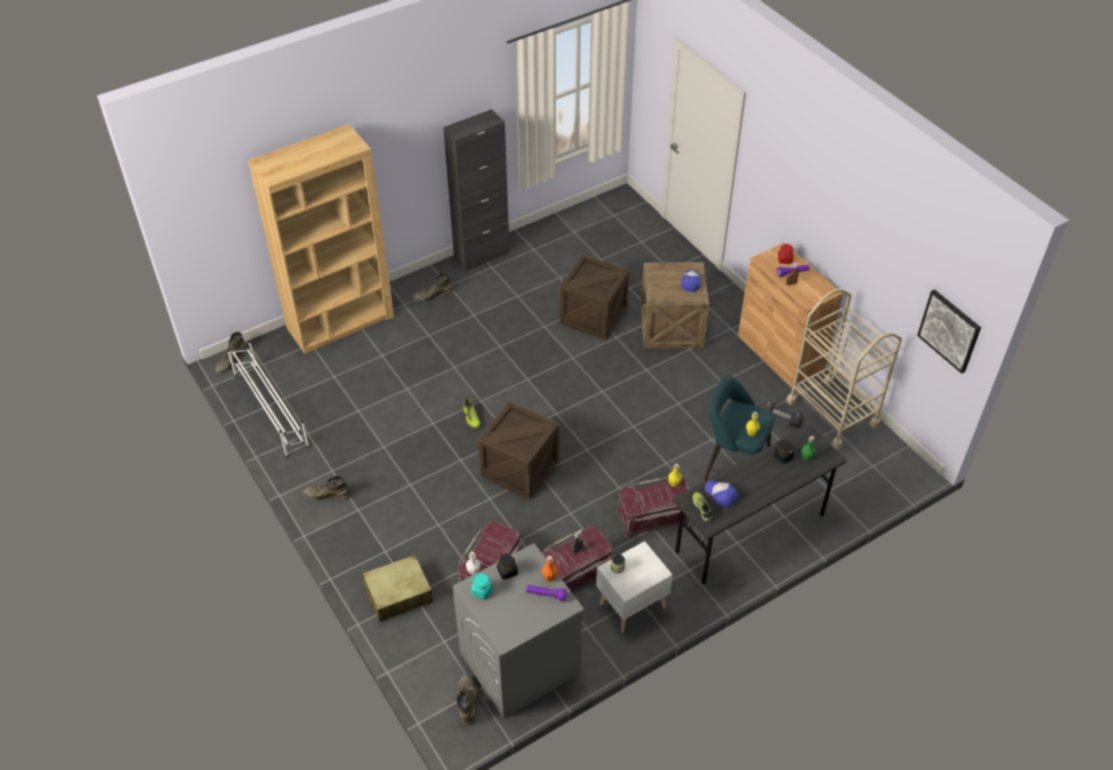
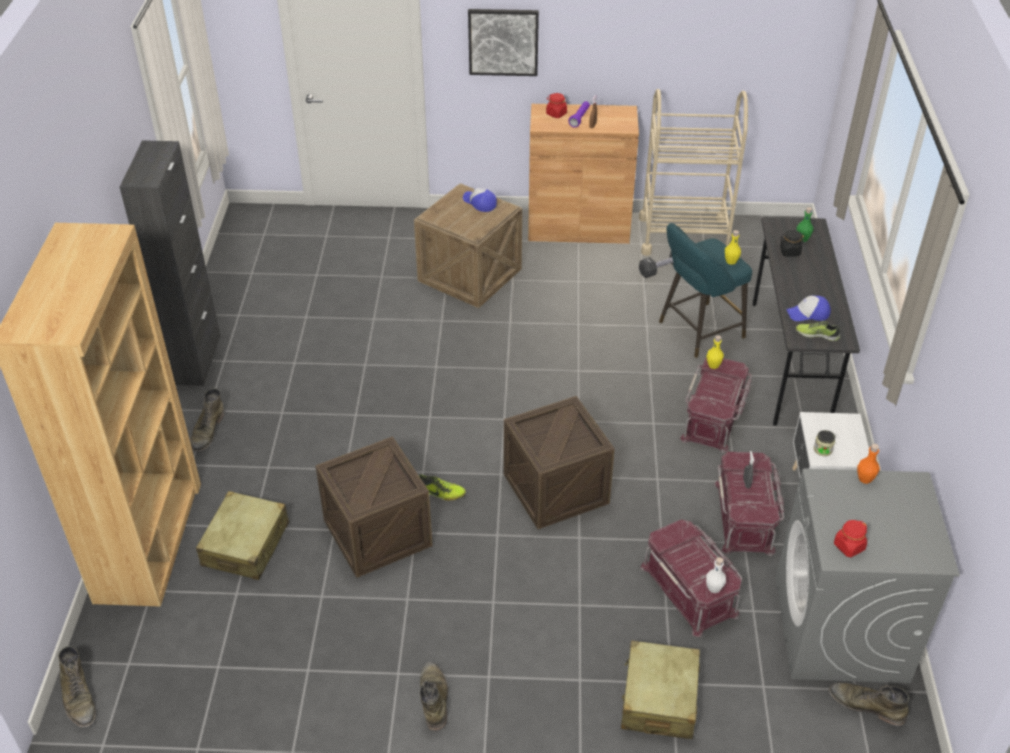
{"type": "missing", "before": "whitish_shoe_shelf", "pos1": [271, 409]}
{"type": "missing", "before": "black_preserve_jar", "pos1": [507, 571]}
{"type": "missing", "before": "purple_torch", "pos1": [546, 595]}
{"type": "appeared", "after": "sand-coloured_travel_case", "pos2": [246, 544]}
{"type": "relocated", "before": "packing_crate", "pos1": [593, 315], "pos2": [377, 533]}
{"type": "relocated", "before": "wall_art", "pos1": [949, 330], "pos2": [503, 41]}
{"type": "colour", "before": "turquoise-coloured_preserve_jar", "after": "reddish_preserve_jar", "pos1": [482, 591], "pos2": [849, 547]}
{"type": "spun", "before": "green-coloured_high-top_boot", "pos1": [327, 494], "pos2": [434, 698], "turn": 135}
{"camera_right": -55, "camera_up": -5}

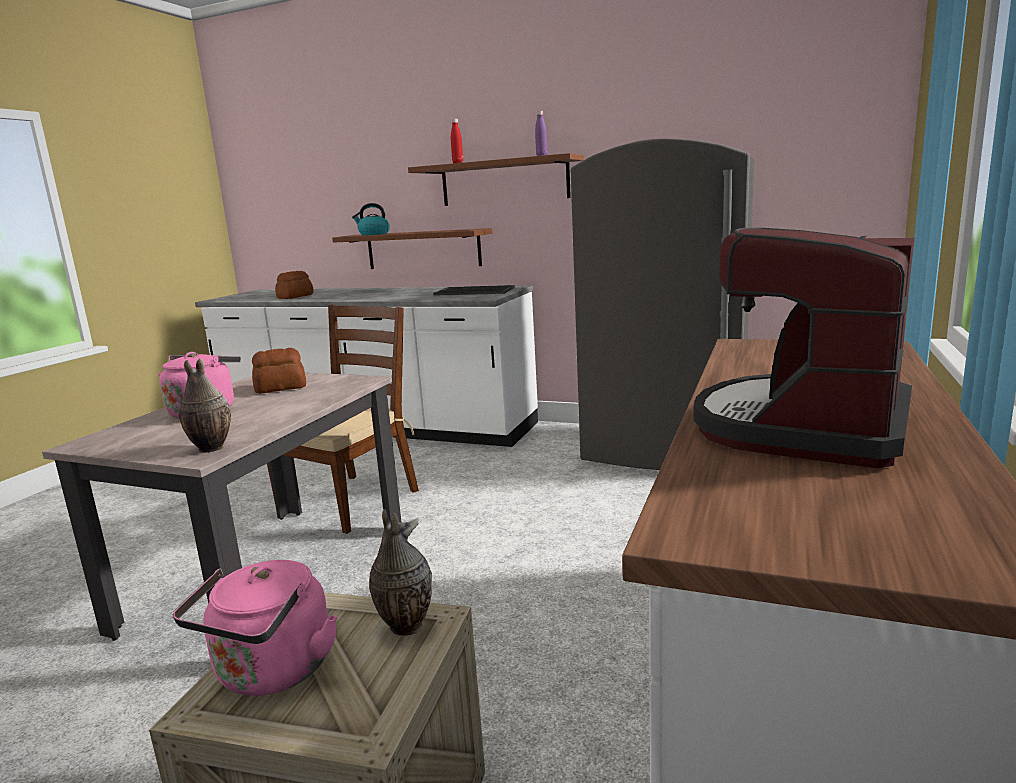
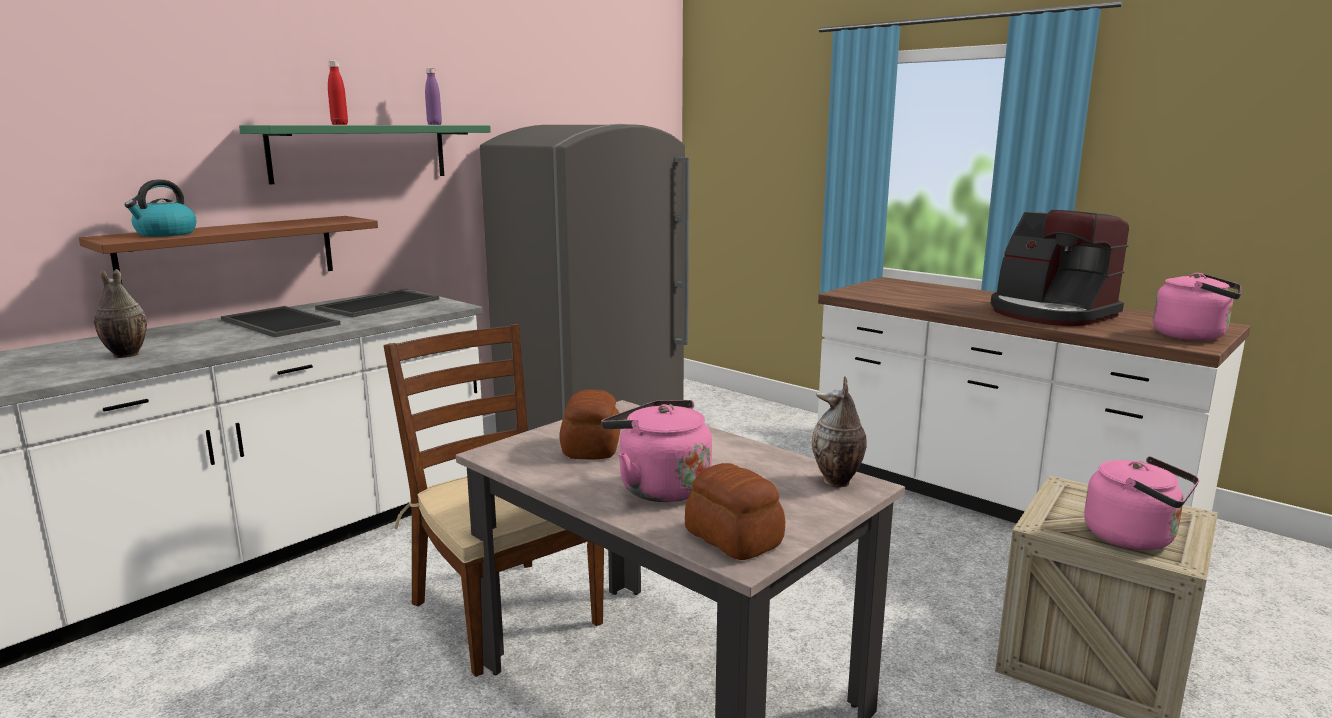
{"type": "appeared", "after": "tray", "pos2": [277, 322]}
{"type": "appeared", "after": "pinkish_tea_kettle", "pos2": [1193, 336]}
{"type": "relocated", "before": "baked_bread", "pos1": [294, 297], "pos2": [733, 539]}
{"type": "relocated", "before": "flower_vase", "pos1": [404, 626], "pos2": [124, 355]}
{"type": "colour", "before": "brown_shelf", "after": "green-coloured_shelf", "pos1": [504, 182], "pos2": [360, 152]}
{"camera_right": -70, "camera_up": 0}

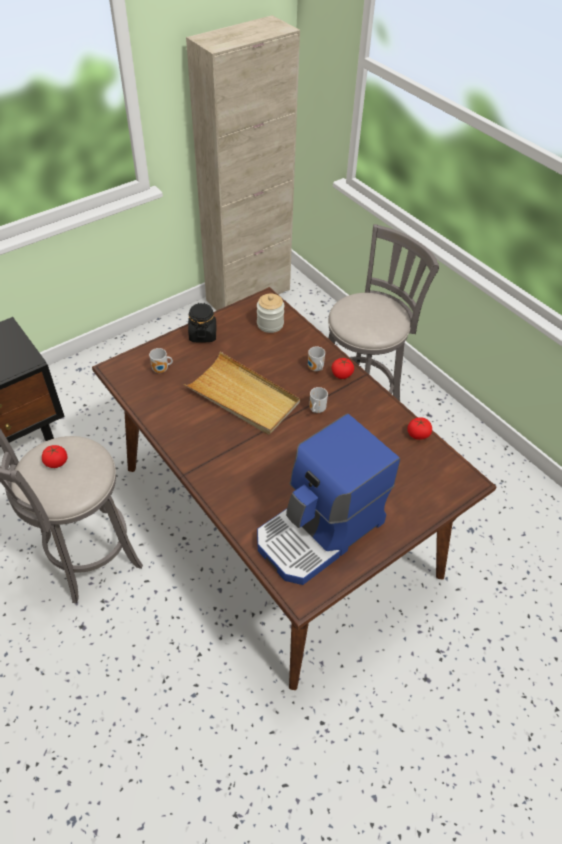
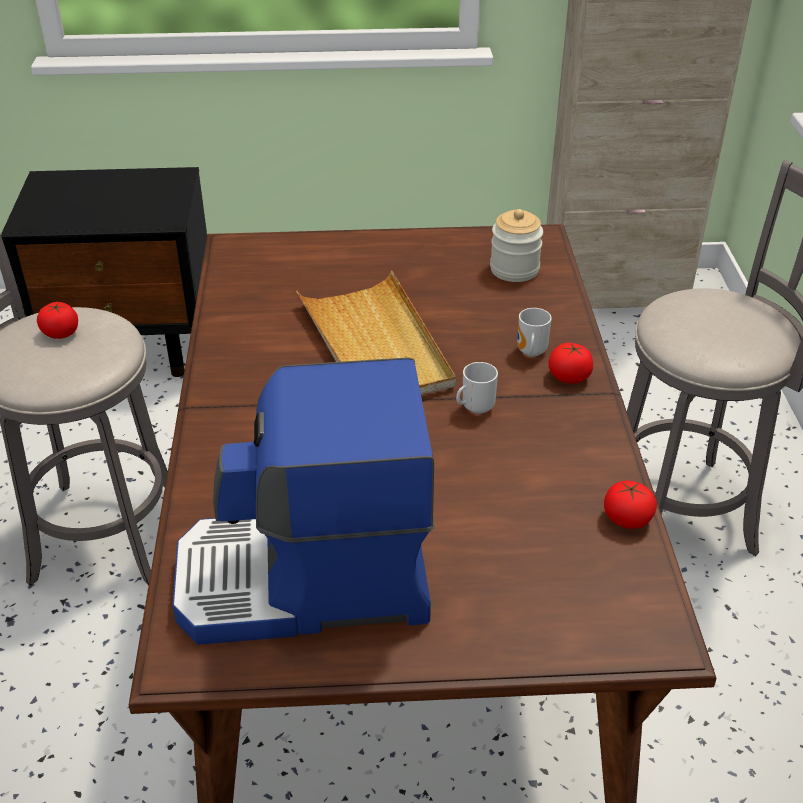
{"type": "missing", "before": "coffee_mug", "pos1": [161, 370]}
{"type": "missing", "before": "black_preserve_jar", "pos1": [203, 334]}
{"camera_right": 35, "camera_up": -10}

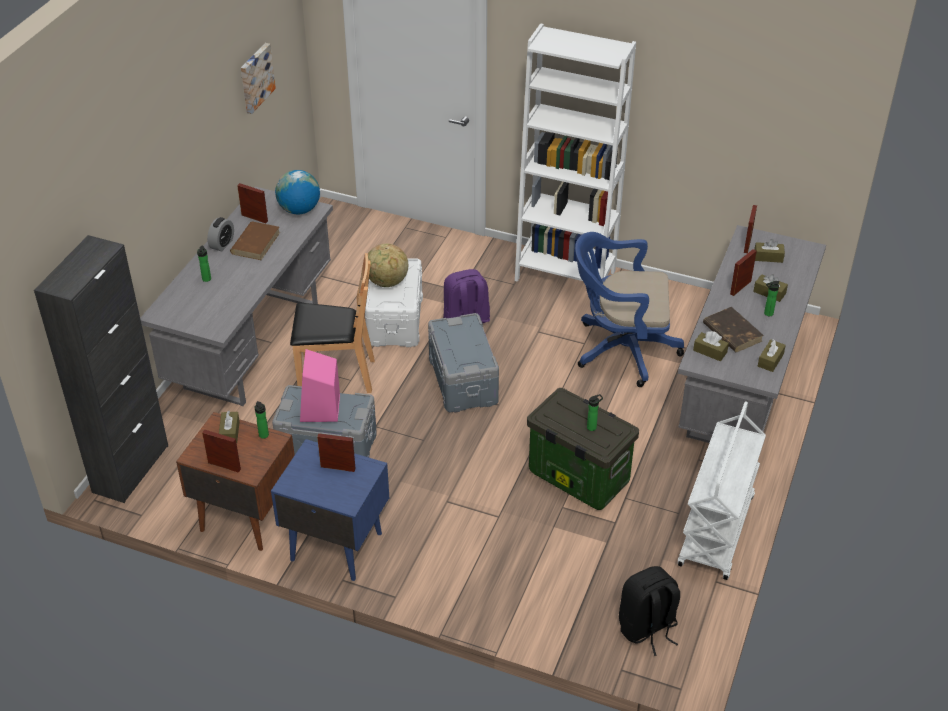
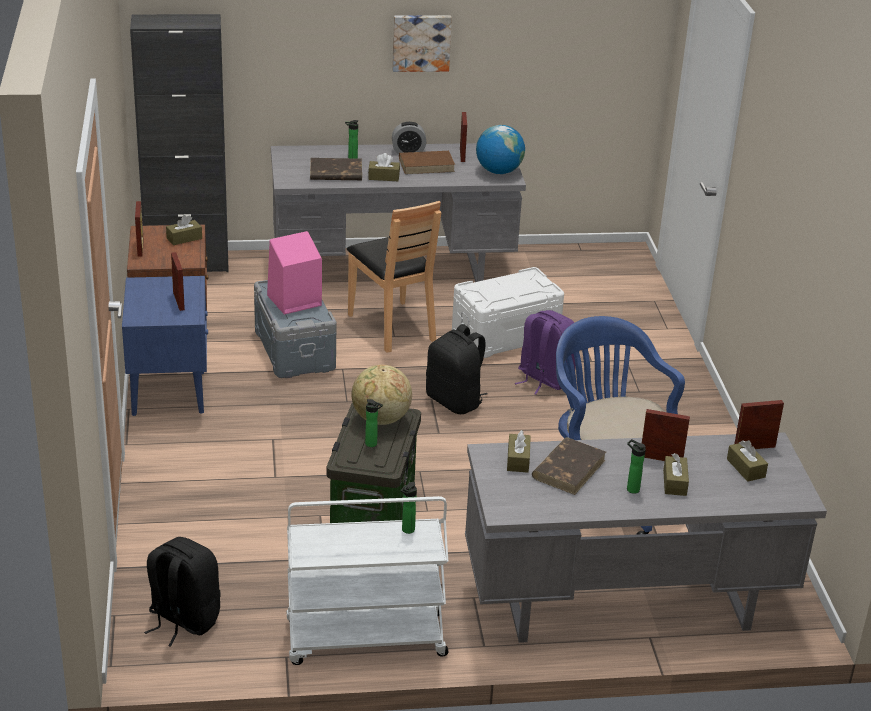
{"type": "missing", "before": "whitish_shelving_unit", "pos1": [565, 275]}
{"type": "appeared", "after": "brown_bound_book", "pos2": [335, 173]}
{"type": "relocated", "before": "wall_art", "pos1": [255, 77], "pos2": [421, 42]}
{"type": "relocated", "before": "beverage_bottle", "pos1": [264, 436], "pos2": [407, 531]}
{"type": "relocated", "before": "world_globe", "pos1": [387, 282], "pos2": [380, 419]}
{"type": "relocated", "before": "brown_box_of_tissues", "pos1": [770, 360], "pos2": [383, 177]}
{"type": "exchanged", "before": "grey_storage_container", "after": "black_backpack", "pos1": [464, 380], "pos2": [455, 401]}
{"camera_right": 60, "camera_up": -10}

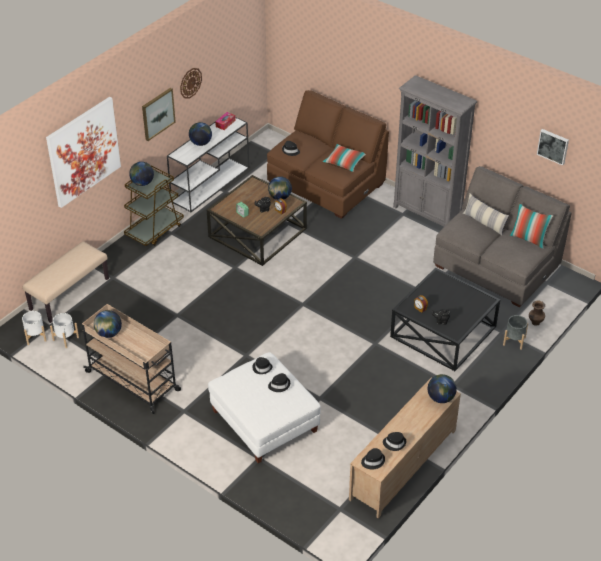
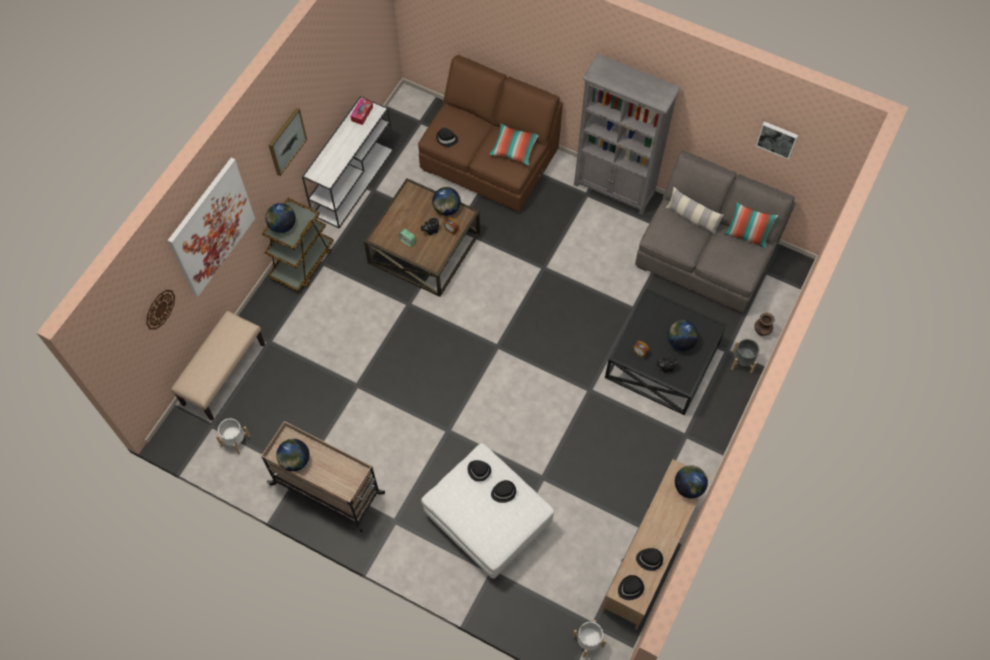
{"type": "relocated", "before": "whitish_plant_pot", "pos1": [36, 336], "pos2": [588, 641]}
{"type": "relocated", "before": "wall_clock", "pos1": [190, 83], "pos2": [159, 309]}
{"type": "relocated", "before": "world_globe", "pos1": [200, 143], "pos2": [680, 342]}
{"camera_right": -10, "camera_up": 20}

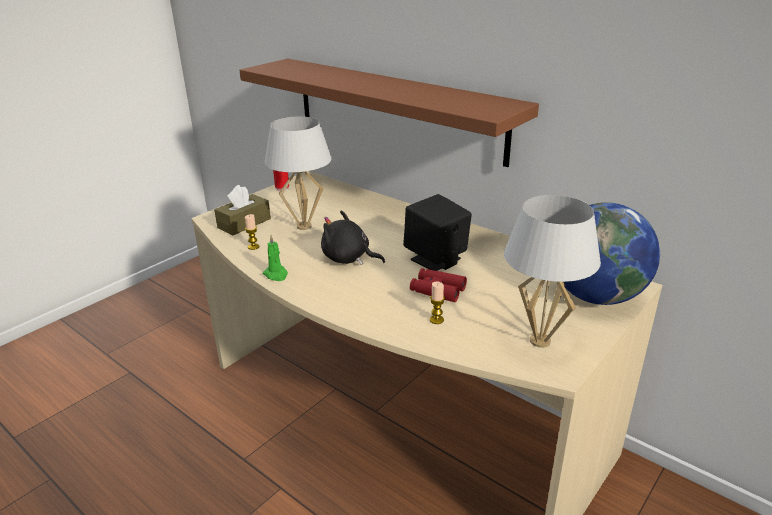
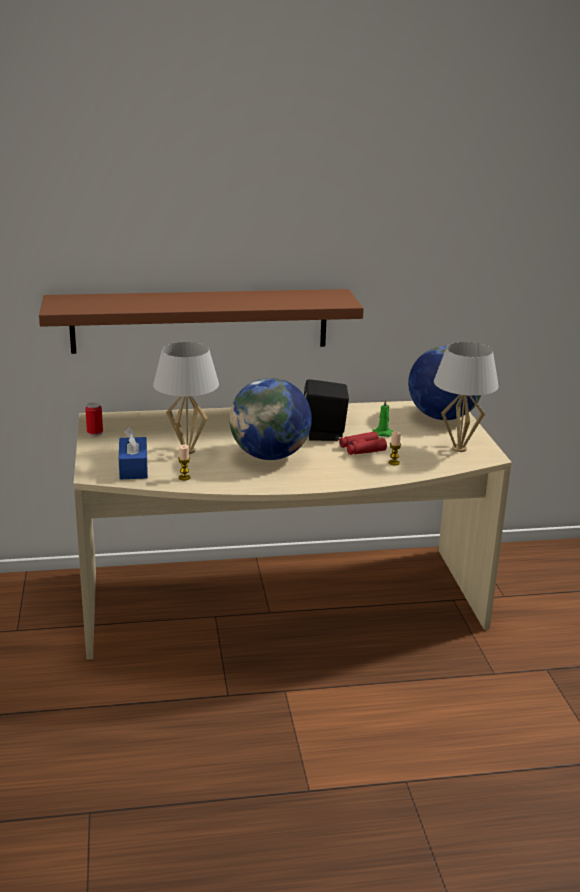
{"type": "relocated", "before": "green-coloured_wax_light", "pos1": [276, 275], "pos2": [384, 433]}
{"type": "exchanged", "before": "black_plush_toy", "after": "world_globe", "pos1": [348, 258], "pos2": [270, 456]}
{"type": "colour", "before": "brown_box_of_tissues", "after": "blue_box_of_tissues", "pos1": [244, 223], "pos2": [133, 467]}
{"camera_right": -50, "camera_up": -5}

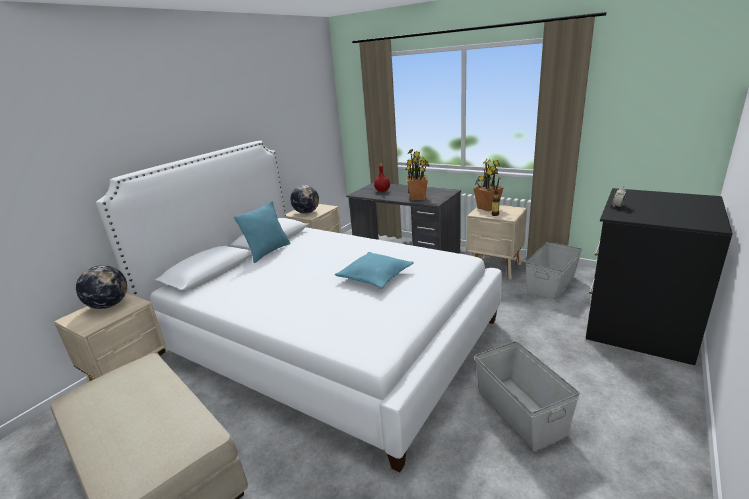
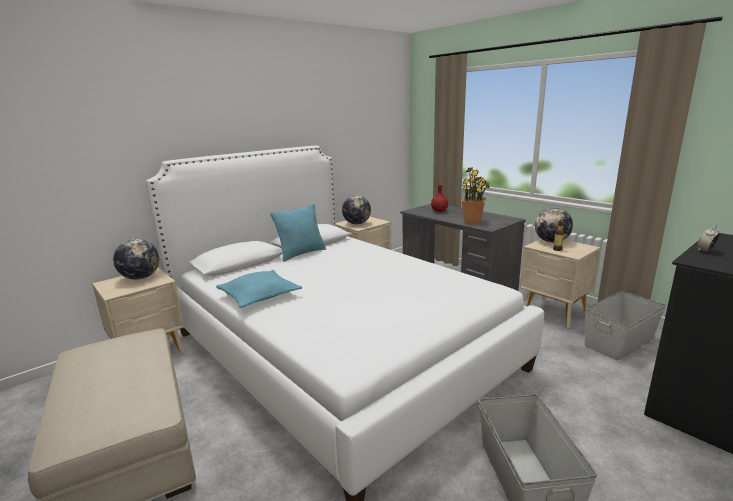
{"type": "relocated", "before": "turquoise-coloured_pillow", "pos1": [375, 277], "pos2": [259, 296]}
{"type": "exchanged", "before": "potted_plant", "after": "world_globe", "pos1": [487, 208], "pos2": [551, 241]}
{"camera_right": 15, "camera_up": -5}

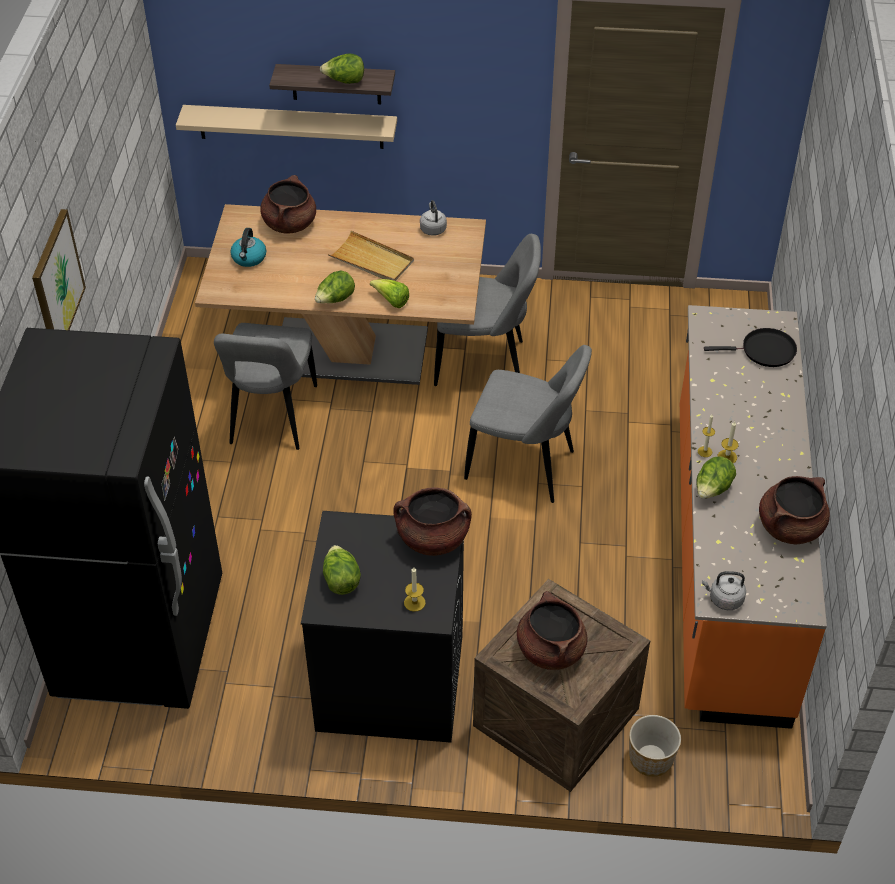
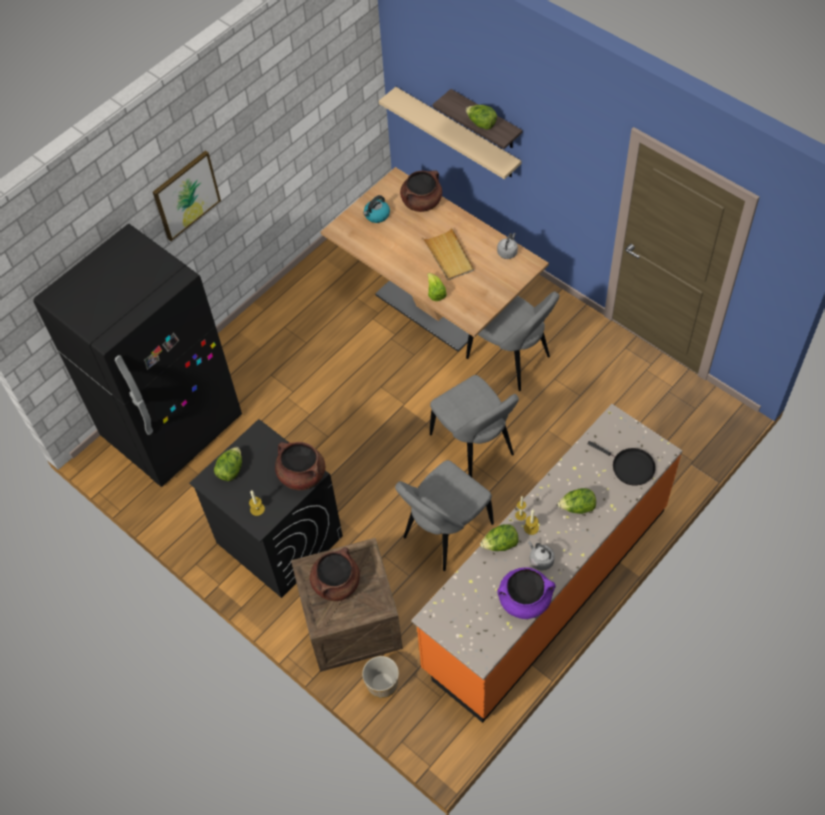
{"type": "relocated", "before": "grey_upright_chair", "pos1": [272, 418], "pos2": [444, 533]}
{"type": "relocated", "before": "head_of_lettuce", "pos1": [335, 300], "pos2": [577, 507]}
{"type": "relocated", "before": "grey_tea_kettle", "pos1": [724, 599], "pos2": [540, 560]}
{"type": "colour", "before": "brown_saucepot", "after": "purple_saucepot", "pos1": [790, 527], "pos2": [525, 600]}
{"camera_right": 40, "camera_up": 10}

